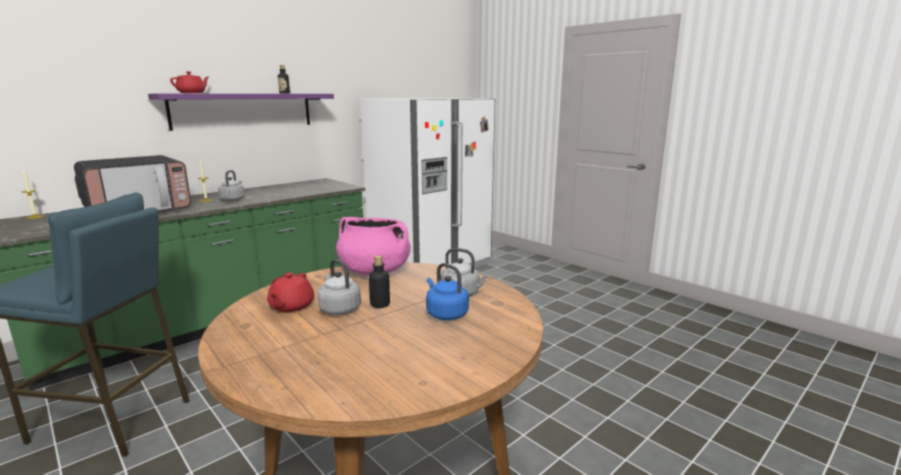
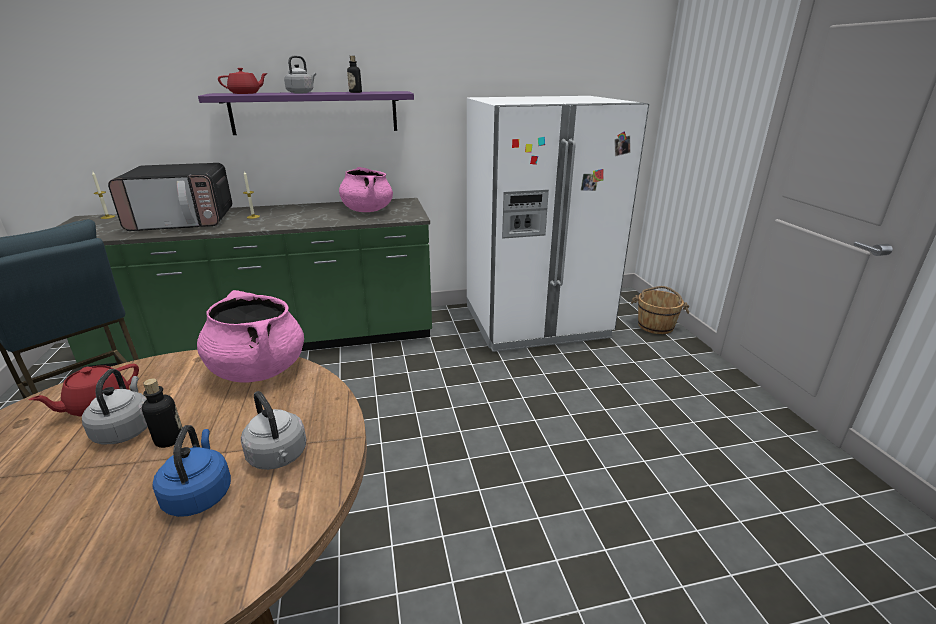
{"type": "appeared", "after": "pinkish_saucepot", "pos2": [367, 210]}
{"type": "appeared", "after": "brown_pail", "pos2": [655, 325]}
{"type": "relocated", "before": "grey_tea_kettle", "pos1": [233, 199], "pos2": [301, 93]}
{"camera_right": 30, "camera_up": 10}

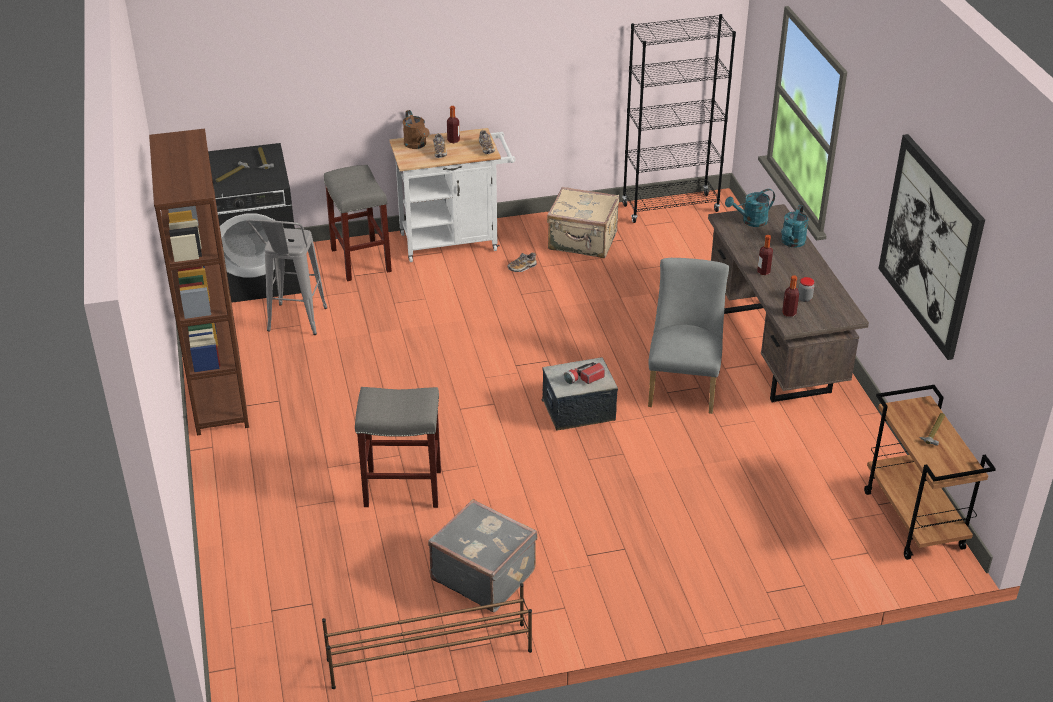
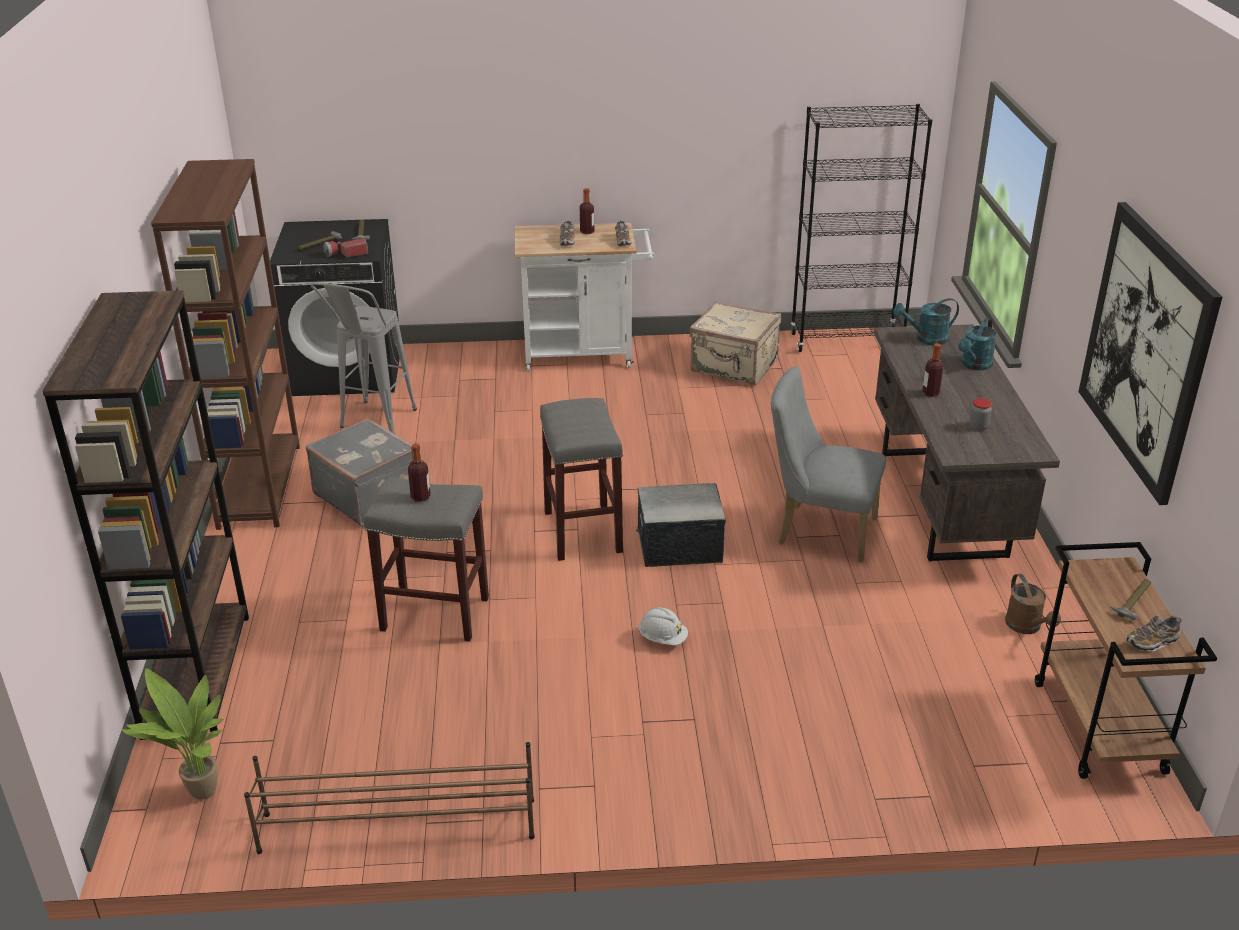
{"type": "appeared", "after": "brown_shelving_unit", "pos2": [197, 674]}
{"type": "appeared", "after": "potted_plant", "pos2": [199, 794]}
{"type": "appeared", "after": "whitish_safety_helmet", "pos2": [662, 638]}
{"type": "relocated", "before": "grey_stool_seat", "pos1": [360, 260], "pos2": [582, 531]}
{"type": "relocated", "before": "brown_sprinkling_can", "pos1": [417, 145], "pos2": [1027, 627]}
{"type": "relocated", "before": "grey_travel_case", "pos1": [484, 574], "pos2": [369, 495]}
{"type": "relocated", "before": "item_of_footwear", "pos1": [522, 267], "pos2": [1152, 642]}
{"type": "relocated", "before": "torch", "pos1": [584, 378], "pos2": [346, 254]}
{"type": "relocated", "before": "beverage_bottle", "pos1": [789, 313], "pos2": [420, 497]}
{"type": "spun", "before": "grey_upright_chair", "pos1": [683, 385], "pos2": [819, 530], "turn": -90}
{"camera_right": 10, "camera_up": -5}

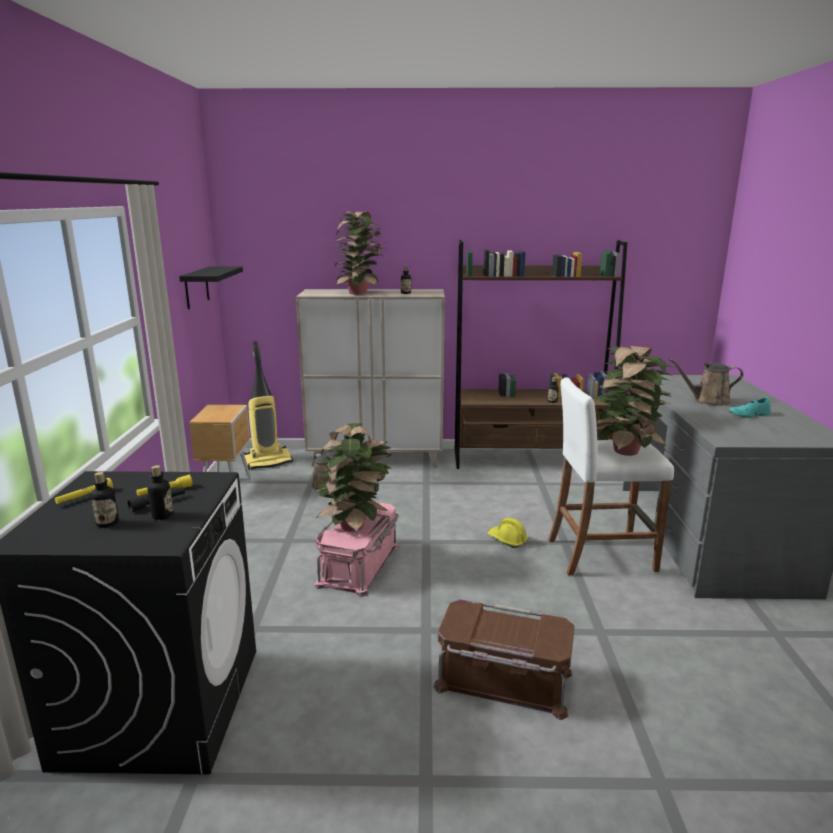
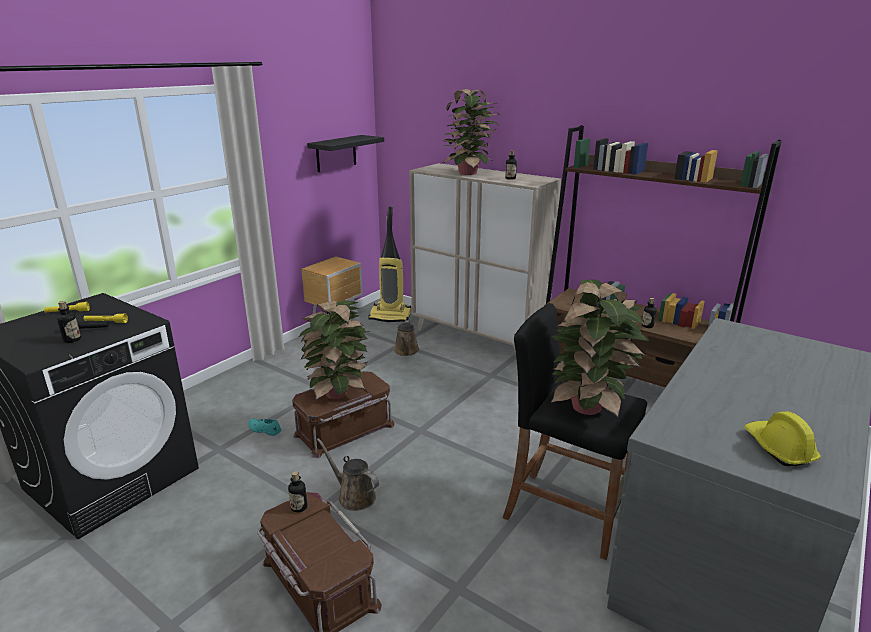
{"type": "relocated", "before": "beverage_bottle", "pos1": [107, 523], "pos2": [299, 507]}
{"type": "relocated", "before": "yellow_safety_helmet", "pos1": [507, 540], "pos2": [778, 448]}
{"type": "relocated", "before": "brown_sprinkling_can", "pos1": [708, 401], "pos2": [353, 496]}
{"type": "relocated", "before": "turquoise-coloured_item_of_footwear", "pos1": [749, 414], "pos2": [264, 429]}
{"type": "colour", "before": "pinkish_storage_container", "after": "brown_storage_container", "pos1": [360, 565], "pos2": [345, 430]}
{"type": "colour", "before": "whitish_stool_seat", "after": "black_stool_seat", "pos1": [601, 554], "pos2": [566, 513]}
{"camera_right": 35, "camera_up": 5}

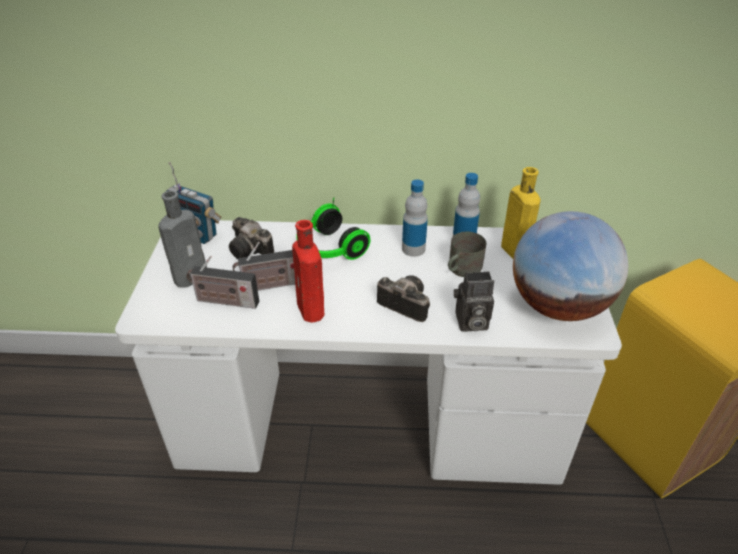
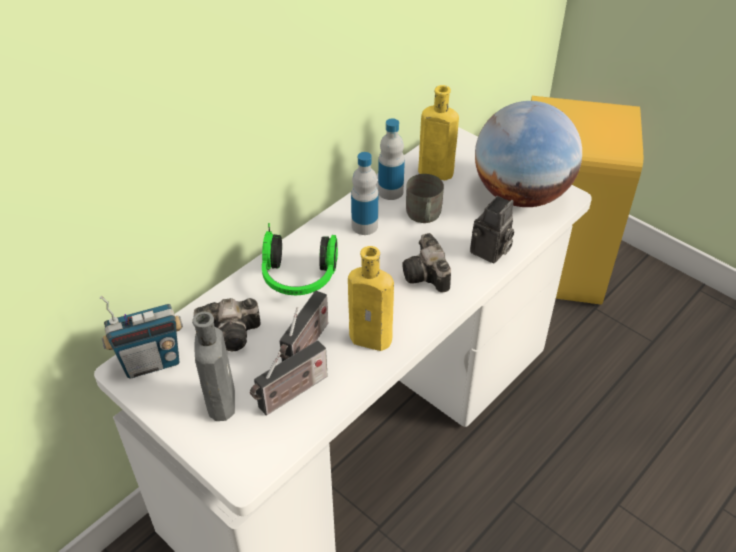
{"type": "colour", "before": "reddish_beverage_bottle", "after": "yellow_beverage_bottle", "pos1": [311, 311], "pos2": [373, 339]}
{"type": "spun", "before": "still_camera", "pos1": [403, 304], "pos2": [427, 276], "turn": -90}
{"camera_right": -50, "camera_up": 5}

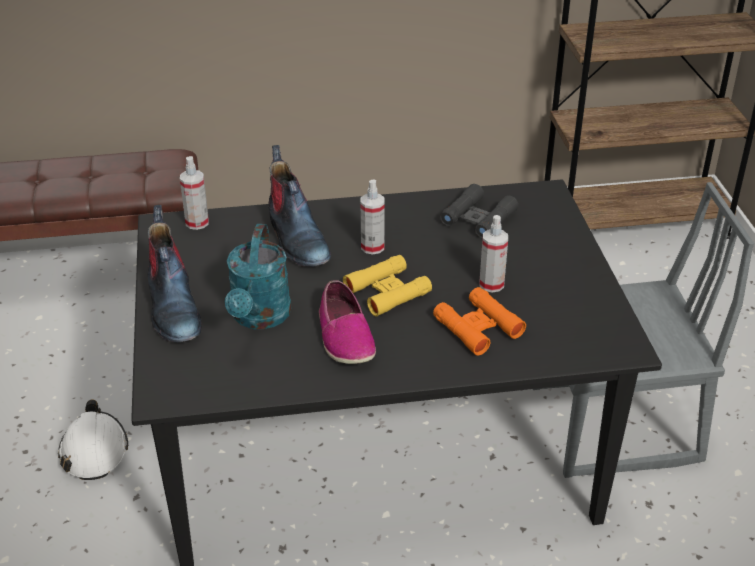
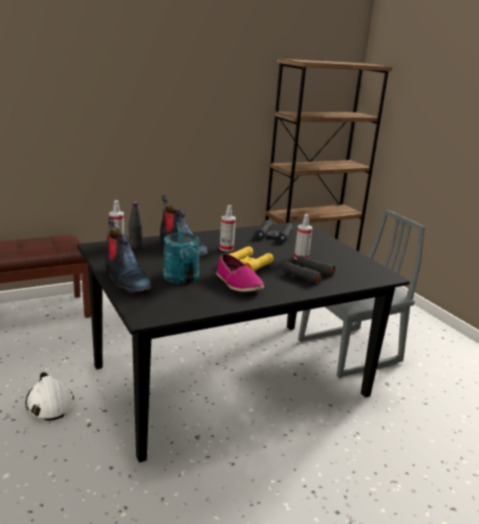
{"type": "appeared", "after": "black_beverage_bottle", "pos2": [135, 247]}
{"type": "colour", "before": "orangey_pair_of_binoculars", "after": "black_pair_of_binoculars", "pos1": [478, 327], "pos2": [307, 274]}
{"camera_right": -20, "camera_up": -15}

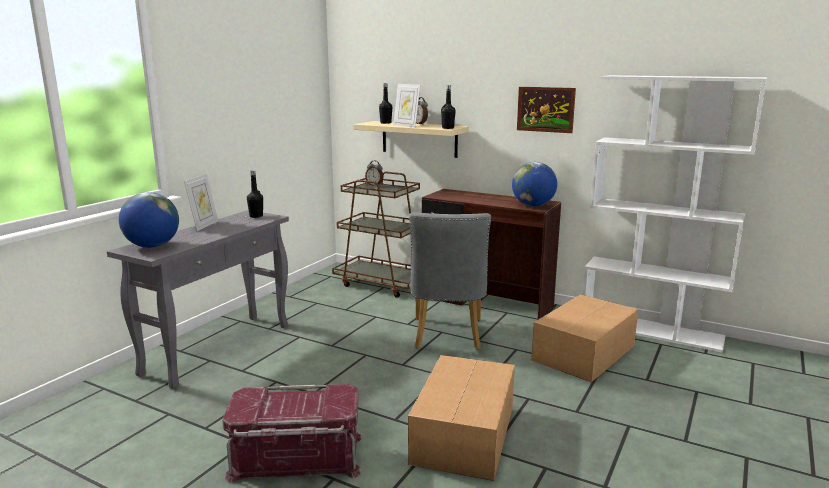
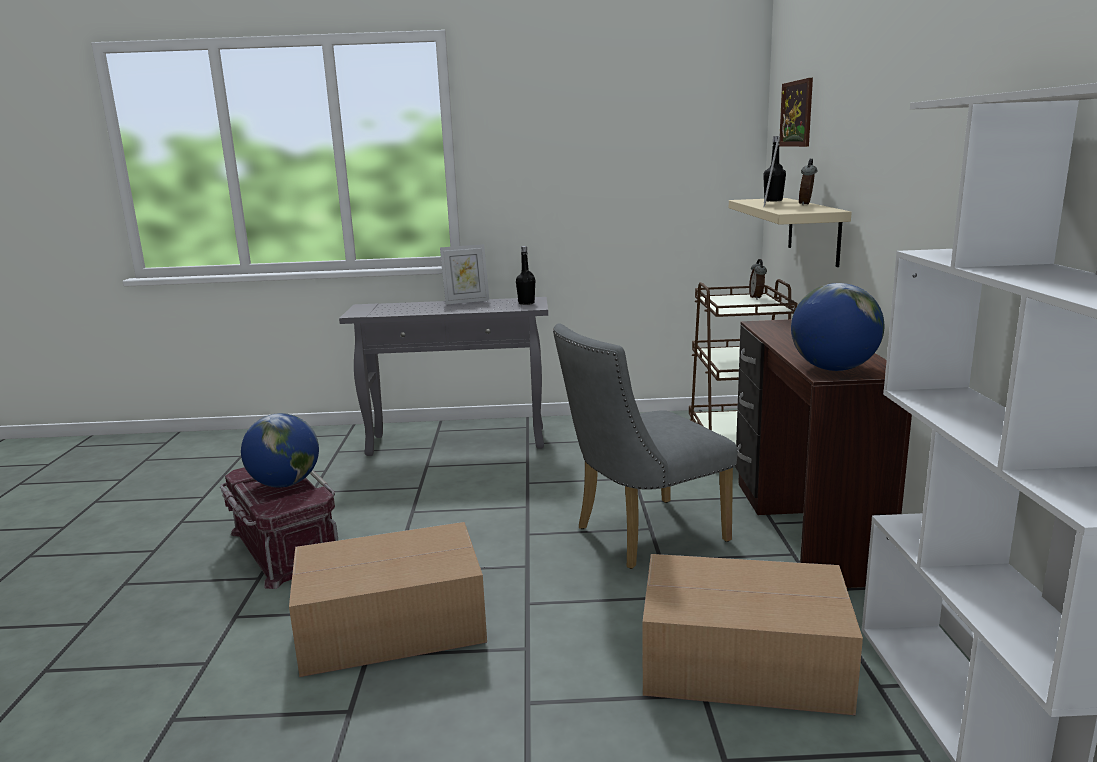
{"type": "missing", "before": "black_beverage_bottle", "pos1": [447, 128]}
{"type": "relocated", "before": "world_globe", "pos1": [152, 246], "pos2": [285, 484]}
{"type": "relocated", "before": "wall_art", "pos1": [545, 109], "pos2": [796, 114]}
{"camera_right": 60, "camera_up": 0}

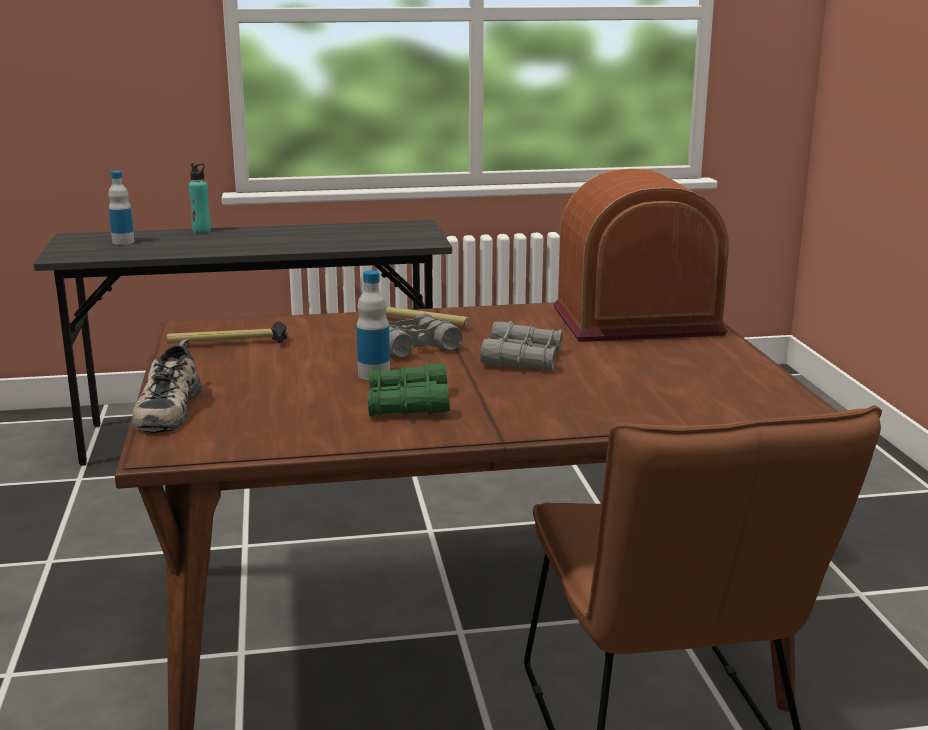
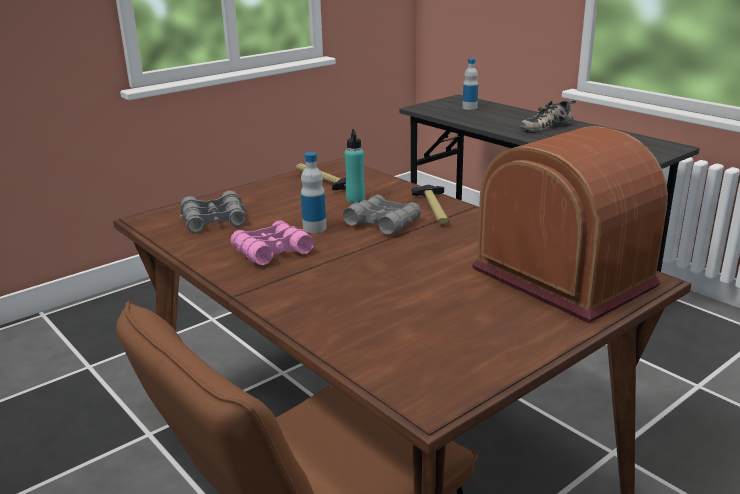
{"type": "relocated", "before": "item_of_footwear", "pos1": [167, 408], "pos2": [546, 126]}
{"type": "relocated", "before": "turquoise-coloured_beverage_bottle", "pos1": [201, 231], "pos2": [355, 199]}
{"type": "relocated", "before": "grey_pair_of_binoculars", "pos1": [523, 359], "pos2": [214, 221]}
{"type": "colour", "before": "green-coloured_pair_of_binoculars", "after": "pinkish_pair_of_binoculars", "pos1": [408, 404], "pos2": [272, 251]}
{"camera_right": 60, "camera_up": 5}

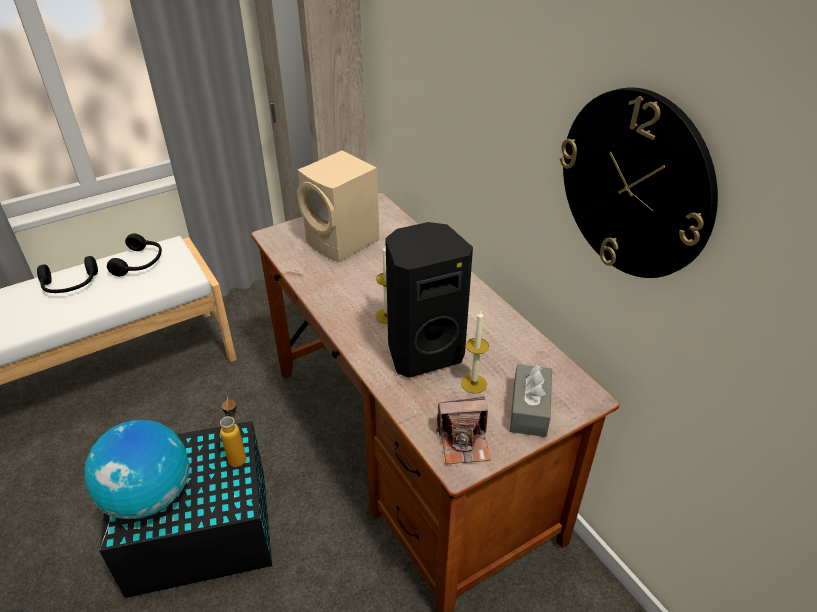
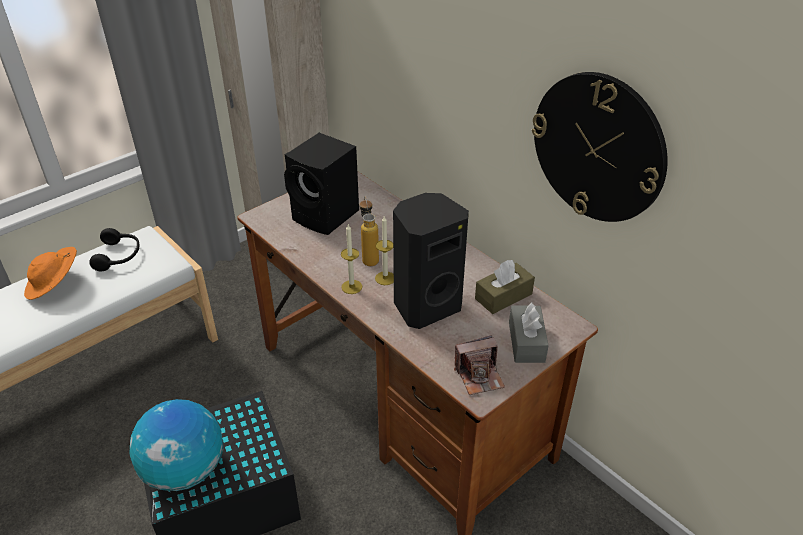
{"type": "appeared", "after": "brown_box_of_tissues", "pos2": [503, 296]}
{"type": "relocated", "before": "beverage_bottle", "pos1": [238, 454], "pos2": [369, 257]}
{"type": "relocated", "before": "wax_light", "pos1": [474, 383], "pos2": [351, 287]}
{"type": "exchanged", "before": "black_pair_of_headphones", "after": "orangey_hat", "pos1": [70, 285], "pos2": [55, 285]}
{"type": "colour", "before": "sand-coloured_loudspeaker", "after": "black_loudspeaker", "pos1": [343, 242], "pos2": [327, 216]}
{"camera_right": -10, "camera_up": 0}

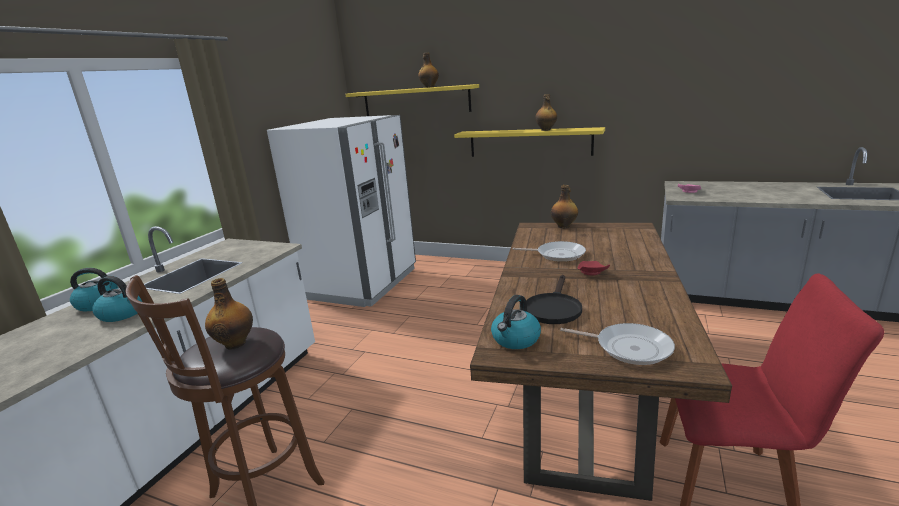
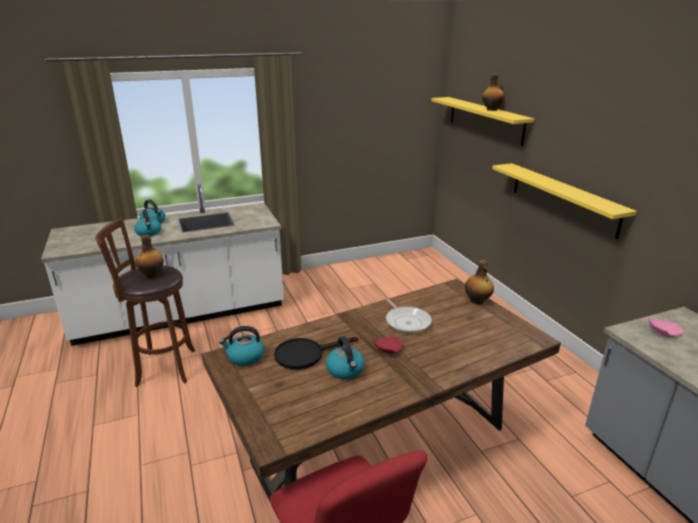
{"type": "missing", "before": "whitish_refrigerator", "pos1": [362, 283]}
{"type": "missing", "before": "beverage_bottle", "pos1": [546, 130]}
{"type": "missing", "before": "frying_pan", "pos1": [629, 348]}
{"type": "appeared", "after": "tea_kettle", "pos2": [345, 370]}
{"camera_right": 45, "camera_up": 5}

